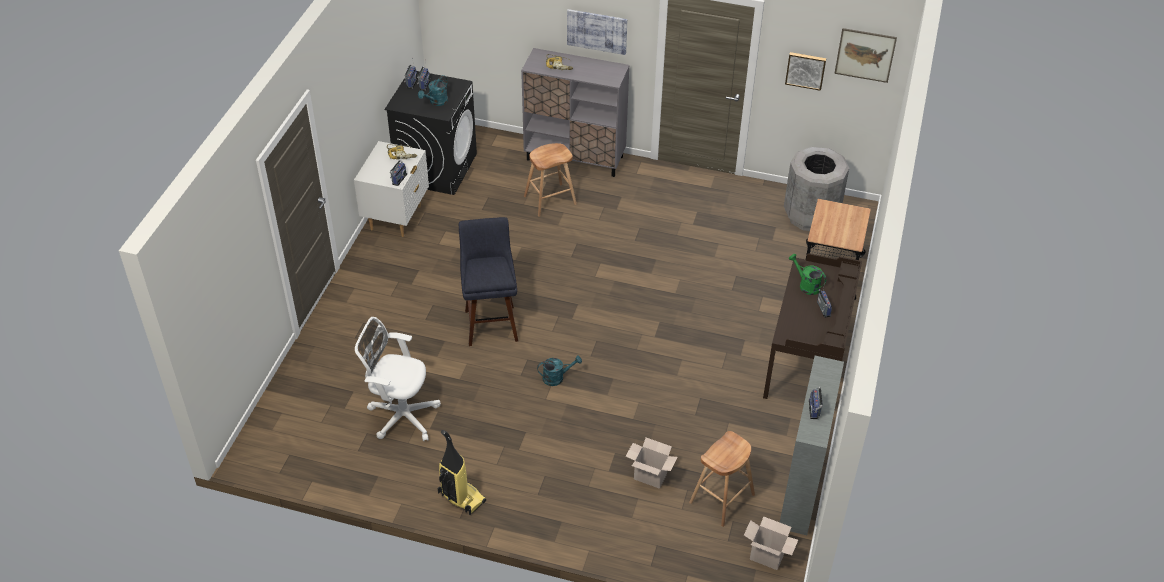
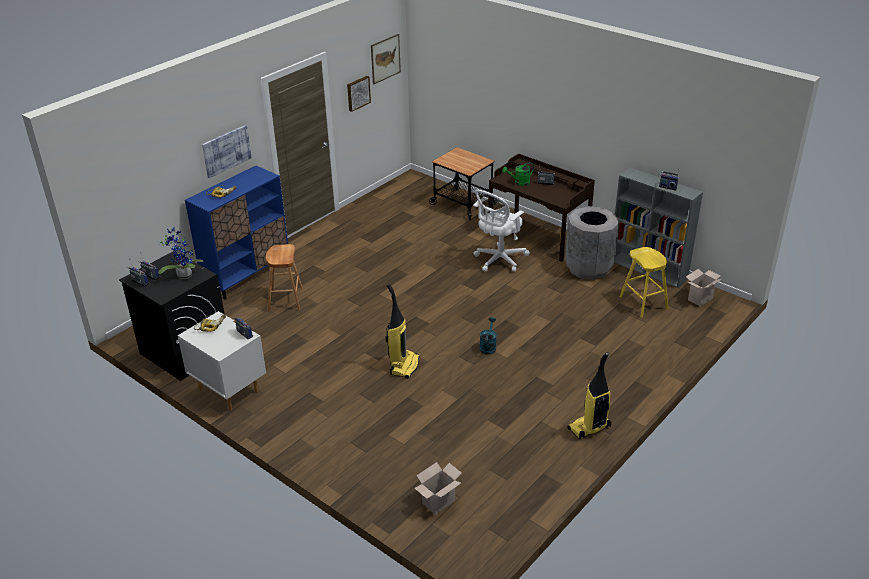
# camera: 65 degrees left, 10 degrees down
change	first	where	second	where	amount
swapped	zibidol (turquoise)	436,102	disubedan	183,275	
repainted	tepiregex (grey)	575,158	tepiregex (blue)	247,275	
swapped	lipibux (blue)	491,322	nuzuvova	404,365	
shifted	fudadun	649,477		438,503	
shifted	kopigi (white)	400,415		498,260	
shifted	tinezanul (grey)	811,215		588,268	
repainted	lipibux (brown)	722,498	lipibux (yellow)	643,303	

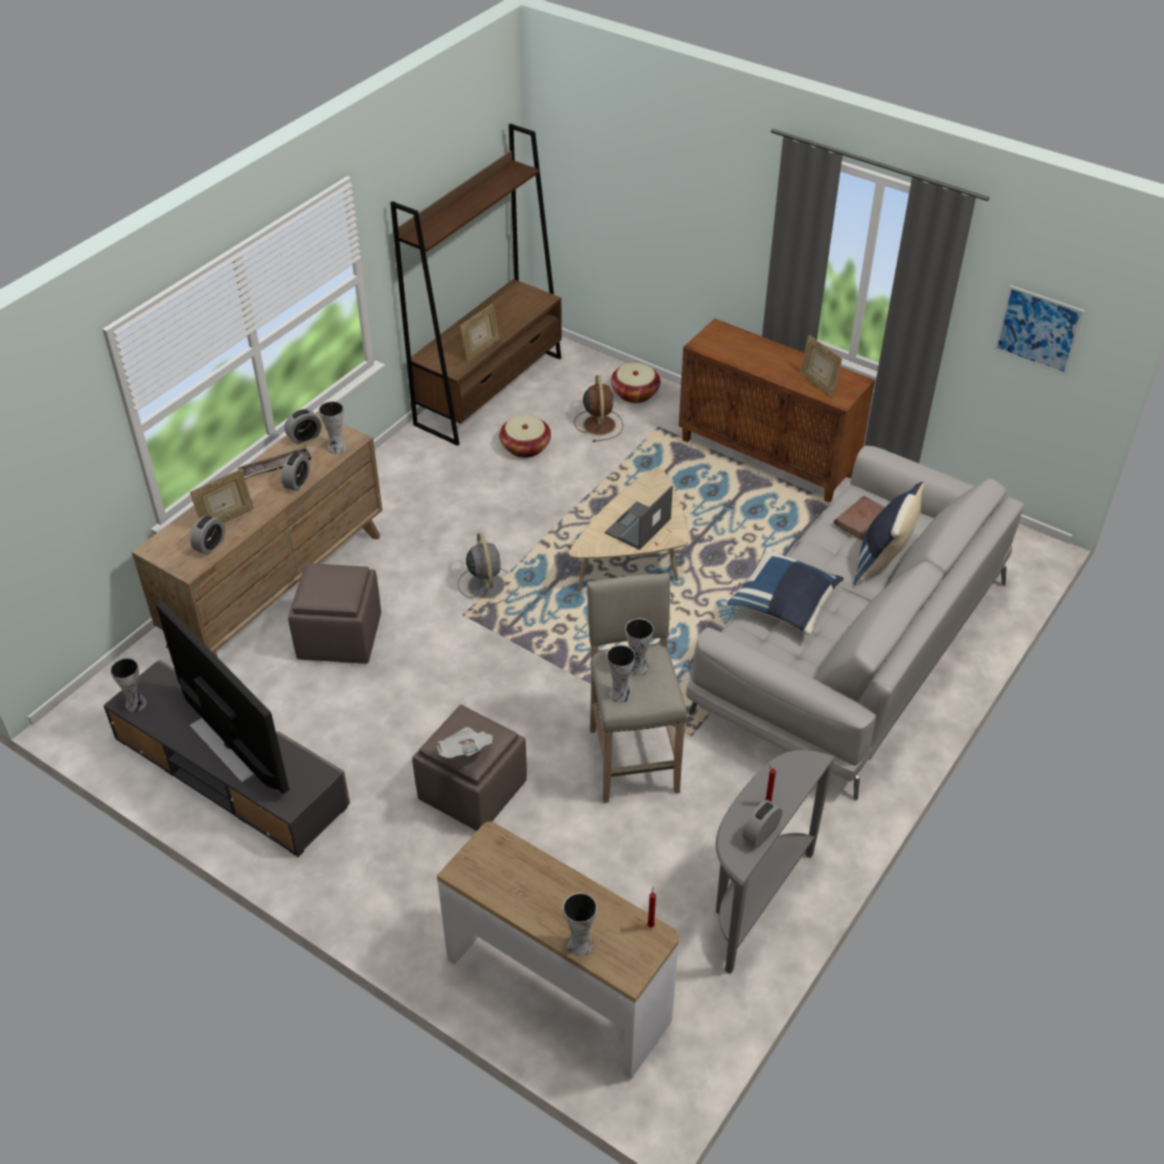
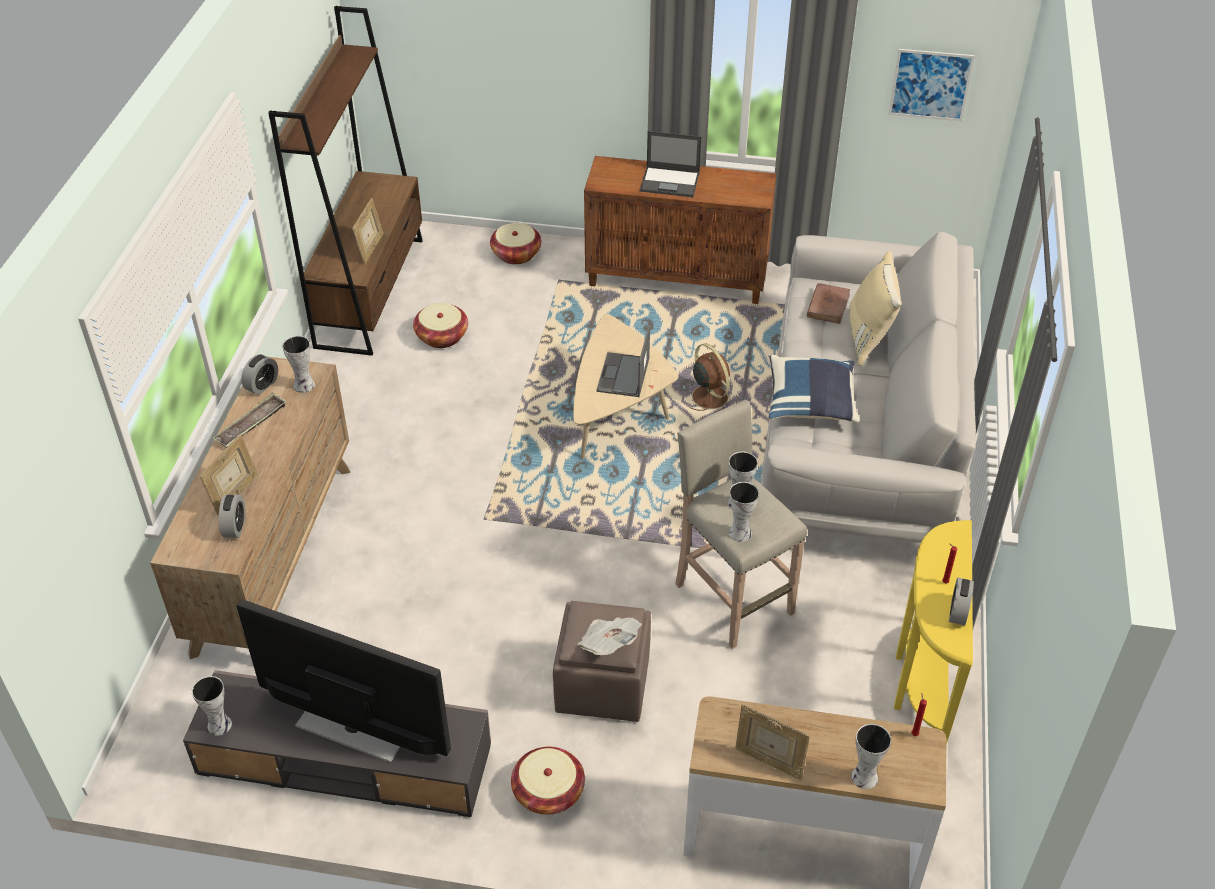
# camera: 25 degrees left, 0 degrees up
change	first	where	second	where	amount
new			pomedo	548,792	
new			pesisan	670,182	
shifted	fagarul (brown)	599,424		708,396	
shifted	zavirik	817,384		769,761	
repainted	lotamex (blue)	883,562	lotamex (beige)	869,338	
repainted	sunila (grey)	753,901	sunila (yellow)	919,686	
gone	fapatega	297,482			
gone	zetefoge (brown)	339,636			
gone	fagarul (grey)	486,585			

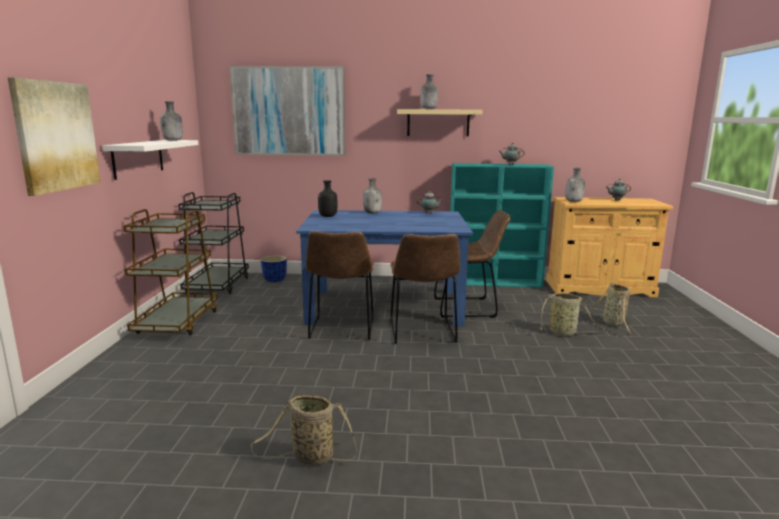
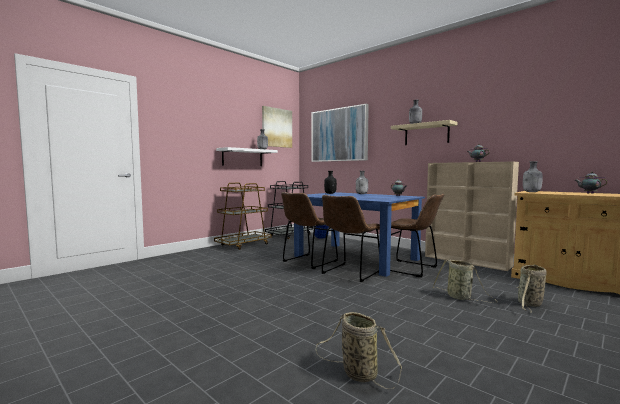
# camera: 40 degrees right, 10 degrees down
change	first	where	second	where	amount
shifted	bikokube	56,136		277,127	
shifted	pomedo	310,458		357,373	
repainted	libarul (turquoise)	495,282	libarul (beige)	467,261	

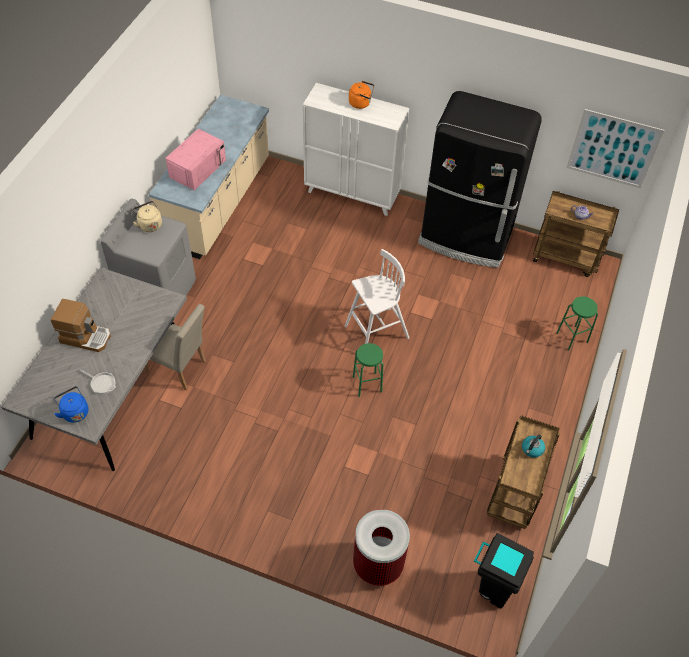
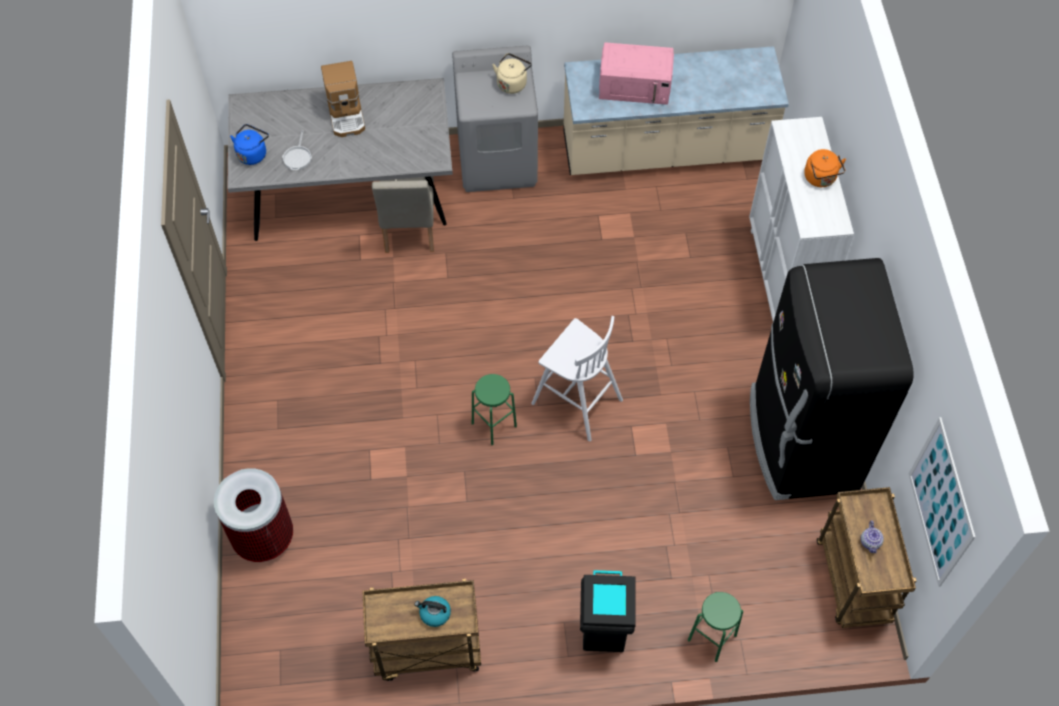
# camera: 65 degrees right, 5 degrees up
change	first	where	second	where	amount
shifted	tinezanul (black)	492,587		603,631	

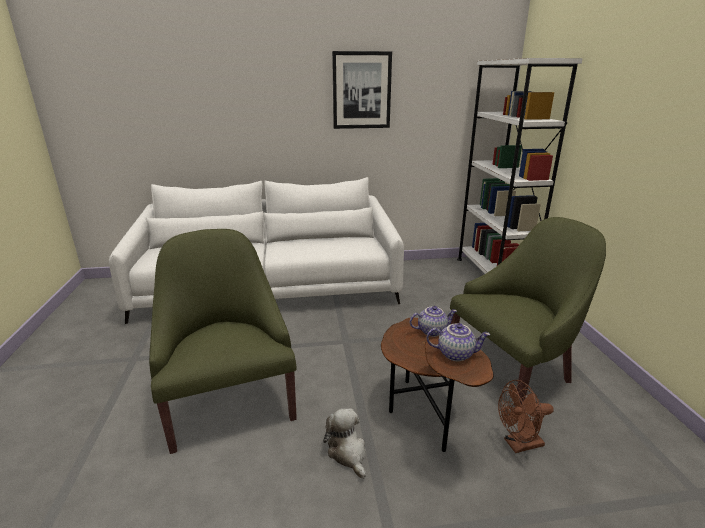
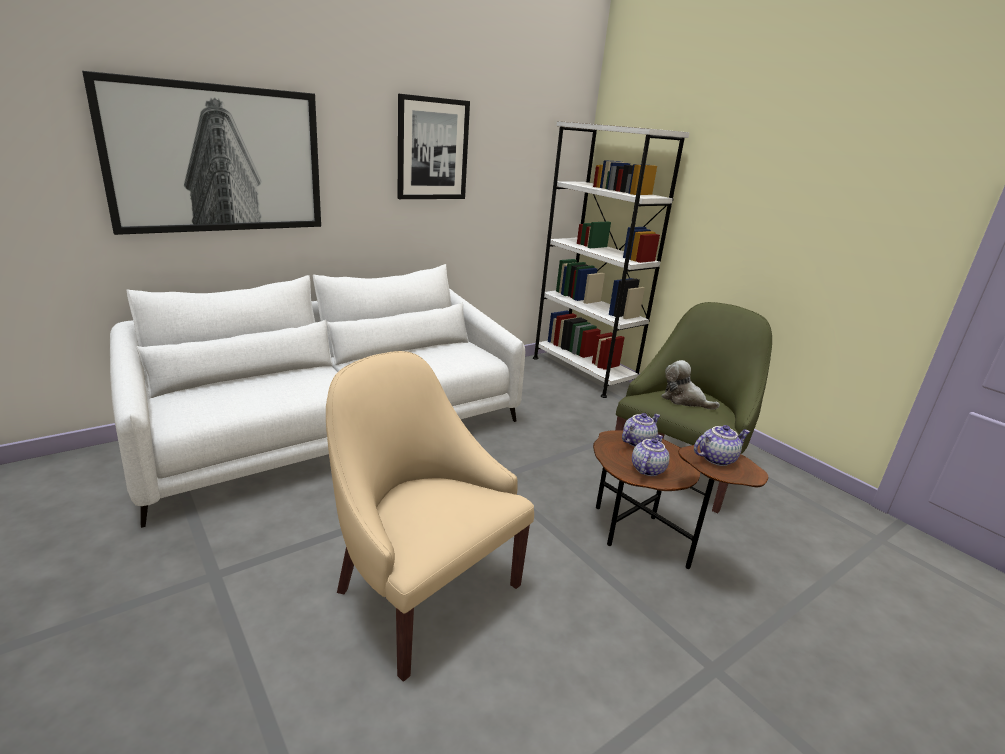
# camera: 30 degrees left, 0 degrees up
change	first	where	second	where	amount
new			bikokube	218,159	
repainted	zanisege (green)	230,402	zanisege (beige)	421,591	
new			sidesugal	647,469	
shifted	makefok	347,452		684,400	
gone	fagarul (brown)	518,444			

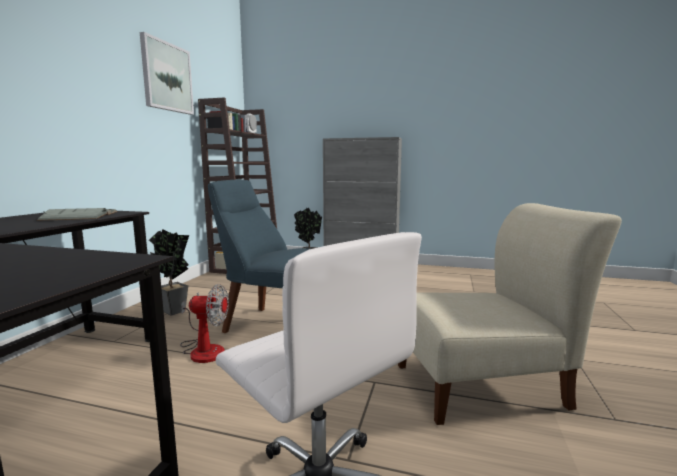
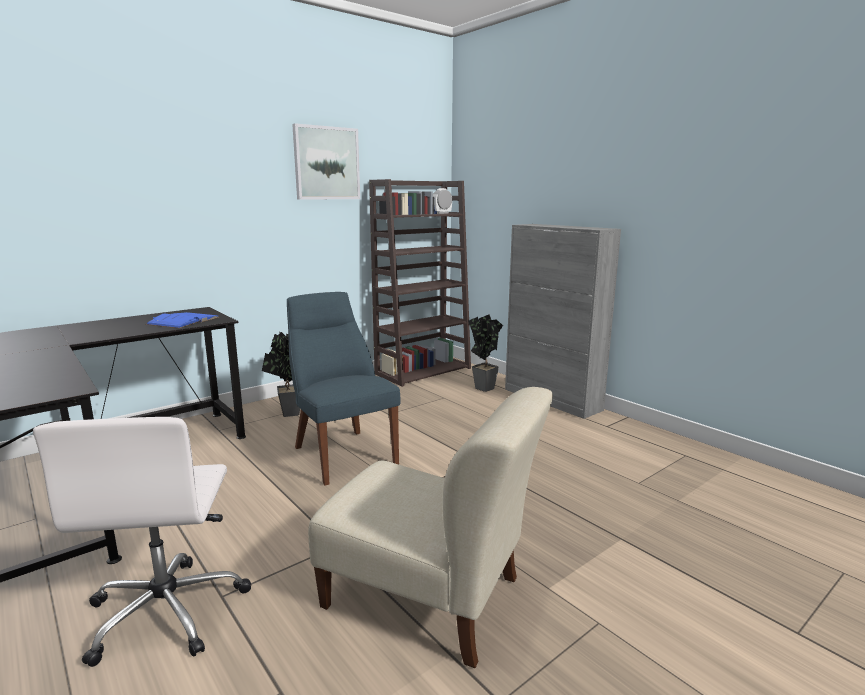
# camera: 35 degrees right, 5 degrees up
change	first	where	second	where	amount
repainted	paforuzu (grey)	80,216	paforuzu (blue)	183,321	
gone	fagarul	204,349			

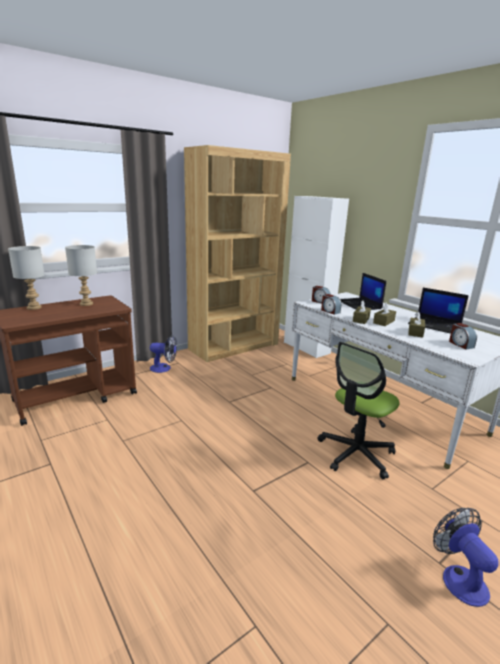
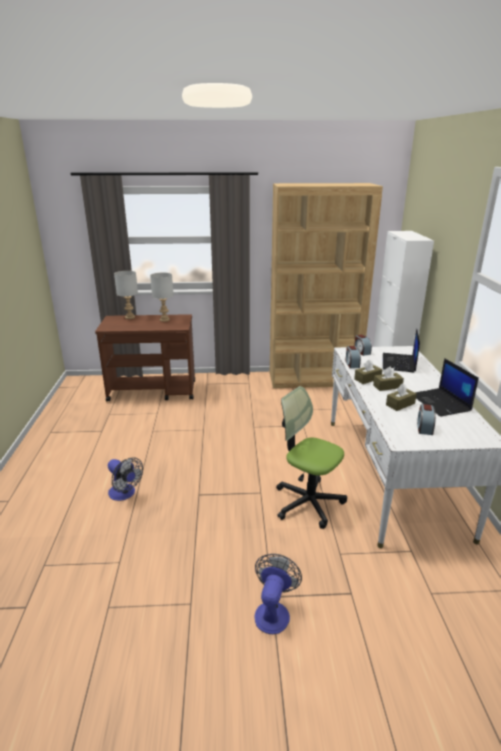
# camera: 35 degrees right, 5 degrees up
change	first	where	second	where	amount
shifted	fagarul	164,368		124,494	
rotated	kopigi	355,454		308,502	45 degrees clockwise

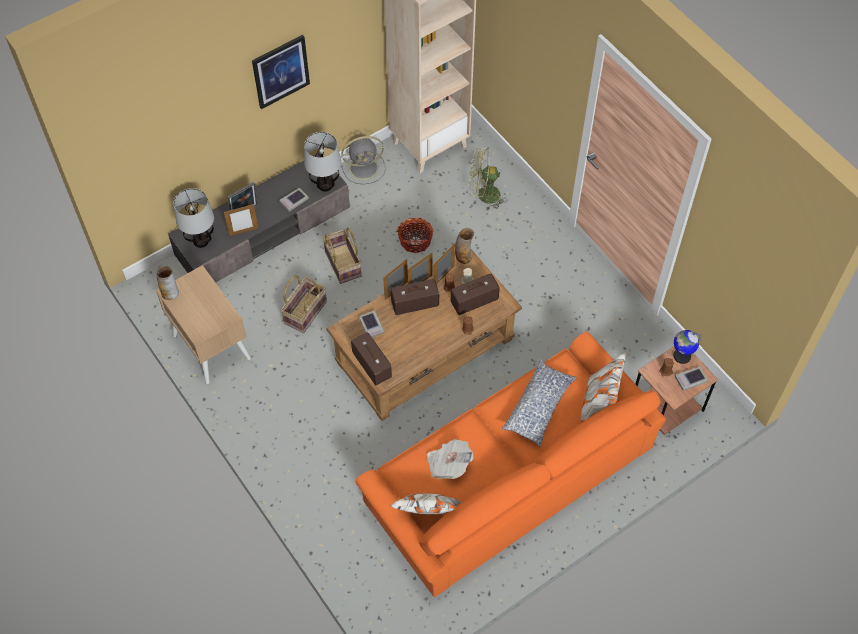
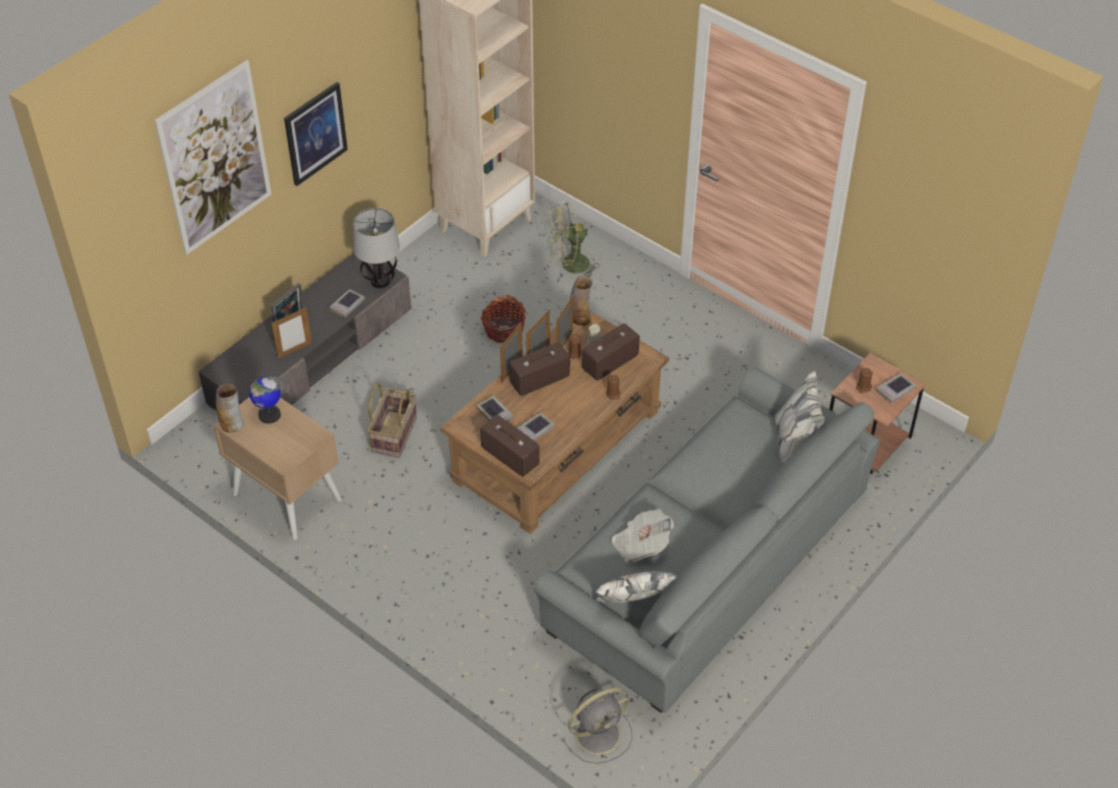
# camera: 15 degrees left, 10 degrees down
change	first	where	second	where	amount
new			bikokube	215,158	
shifted	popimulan	681,356		269,415	
new			paforuzu	535,430	
repainted	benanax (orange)	508,477	benanax (grey)	706,562	
shifted	fagarul (grey)	365,168		599,733	
gone	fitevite	201,240			
gone	pomedo	342,264			
gone	lotamex	539,407			

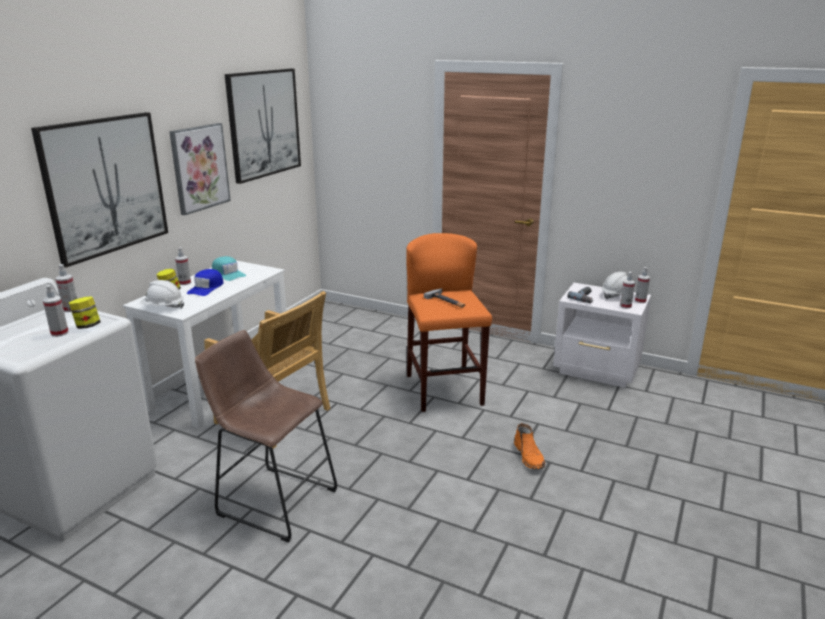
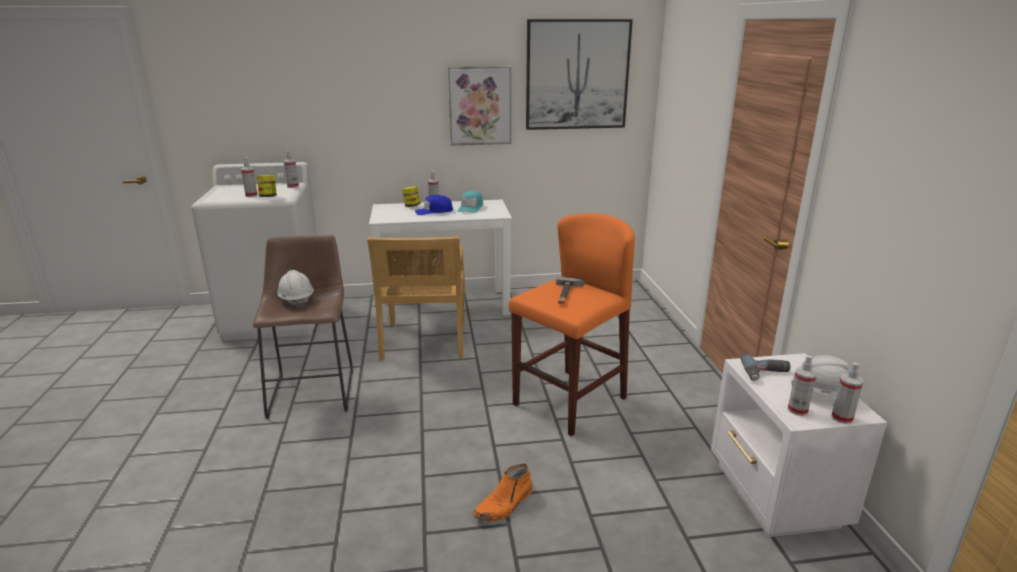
# camera: 55 degrees right, 0 degrees up
change	first	where	second	where	amount
shifted	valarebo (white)	163,307		296,300	
gone	bikokube	105,186			

